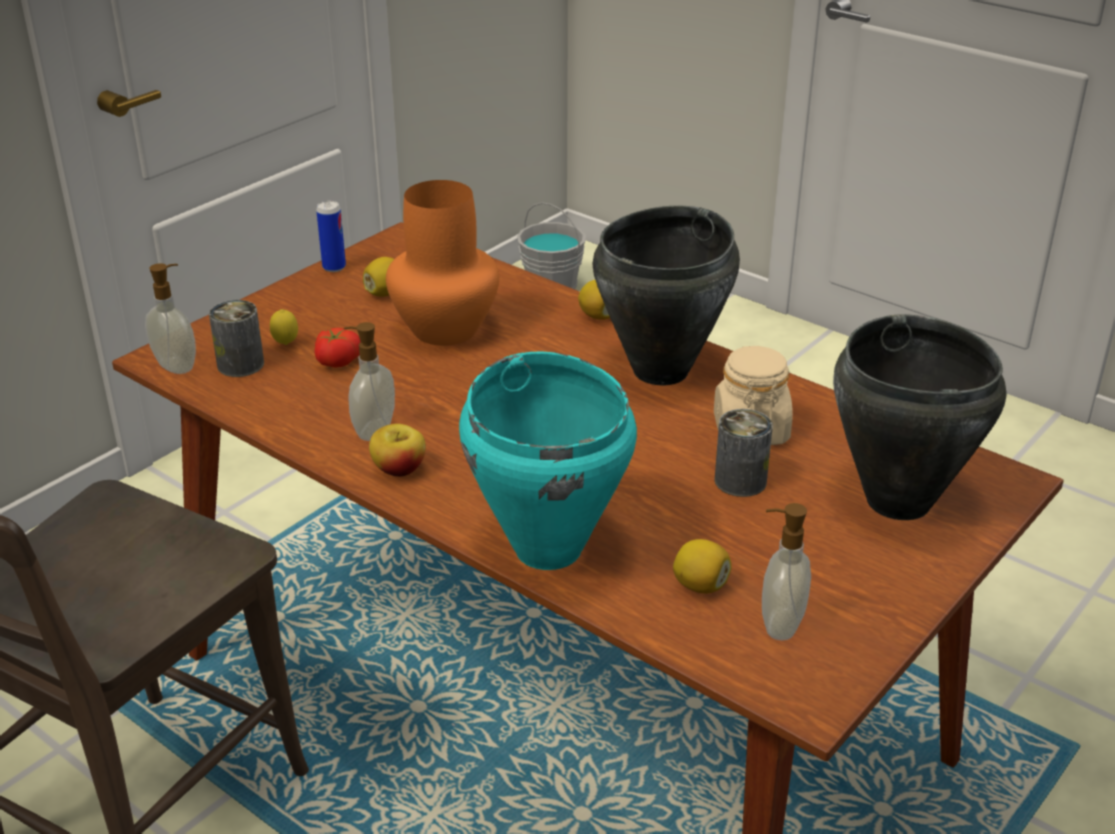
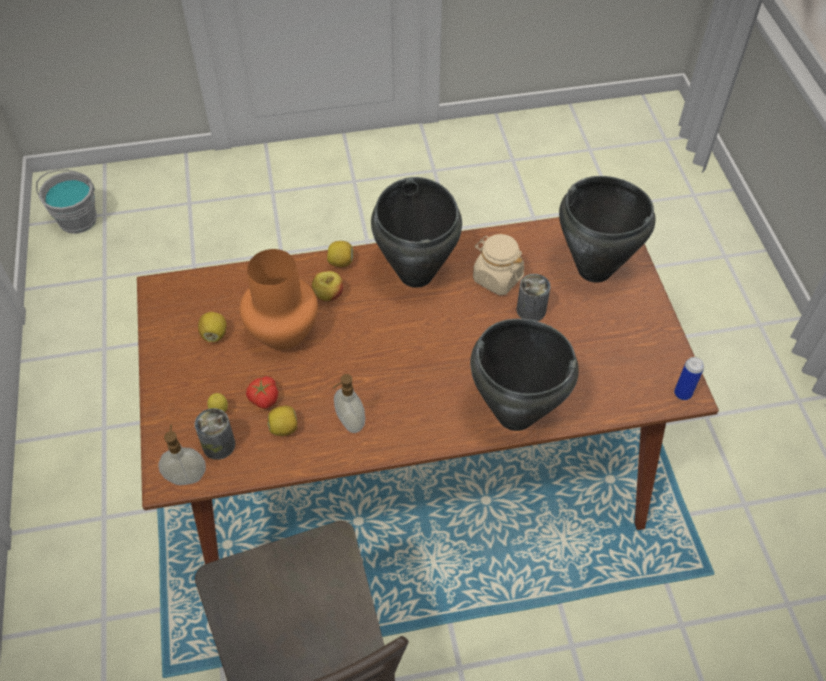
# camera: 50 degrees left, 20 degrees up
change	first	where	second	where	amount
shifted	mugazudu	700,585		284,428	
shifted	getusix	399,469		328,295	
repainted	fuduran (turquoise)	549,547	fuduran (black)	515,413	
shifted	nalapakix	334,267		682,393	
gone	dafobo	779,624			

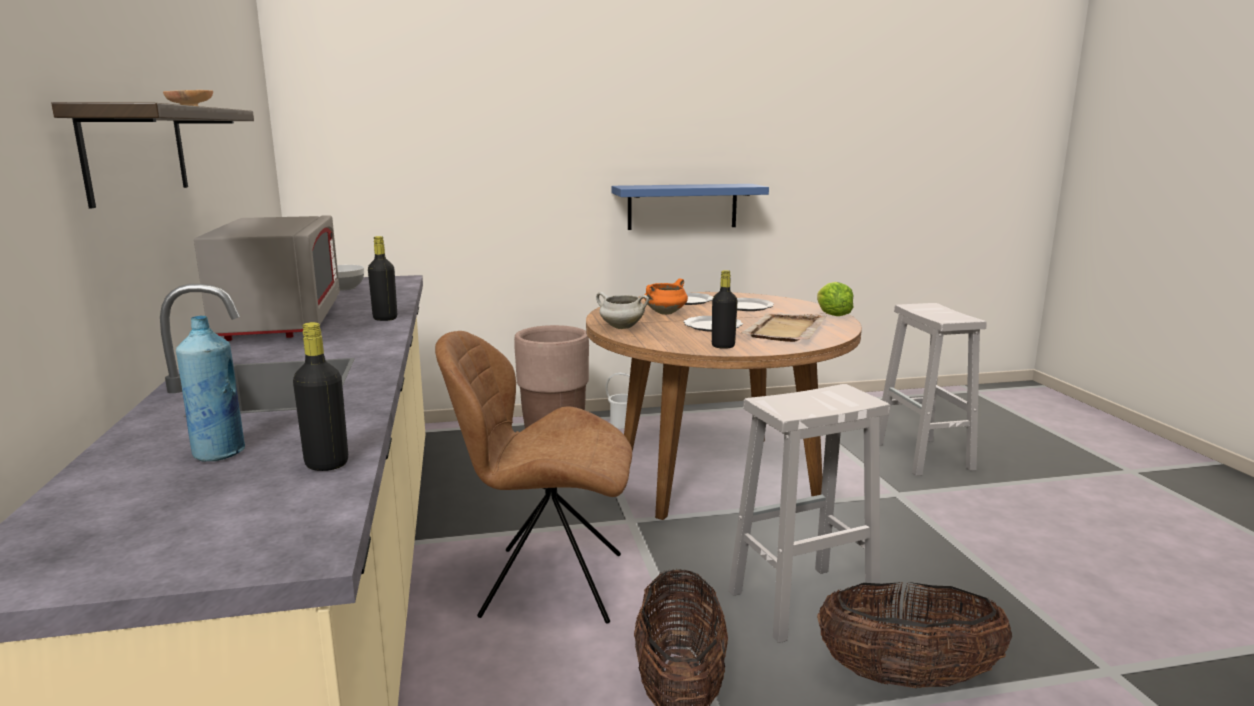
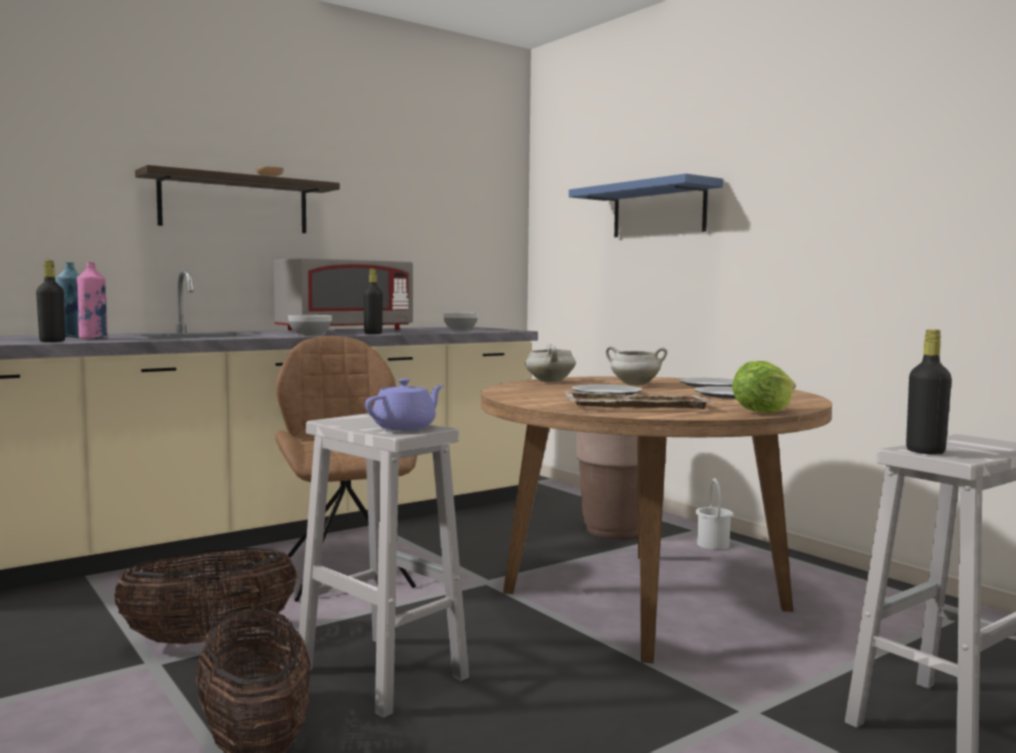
# camera: 65 degrees right, 10 degrees down
change	first	where	second	where	amount
new			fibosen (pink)	93,339	
new			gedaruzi	309,334	
new			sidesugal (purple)	405,427	
shifted	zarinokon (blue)	682,206		658,210	
repainted	fuduran (orange)	665,313	fuduran (white)	634,385	
shifted	fibosen (black)	723,346		925,451	

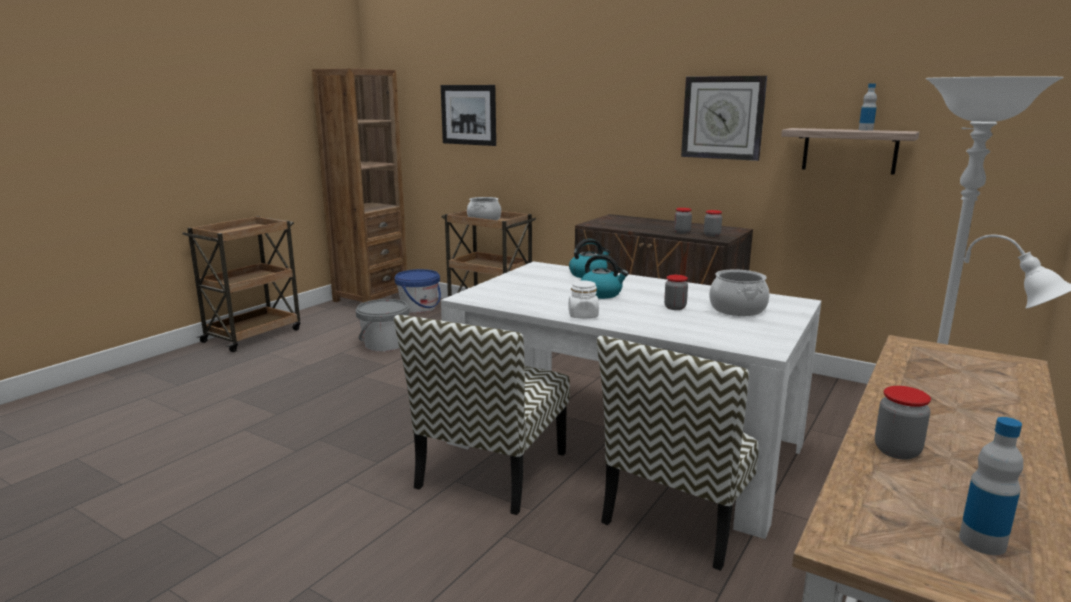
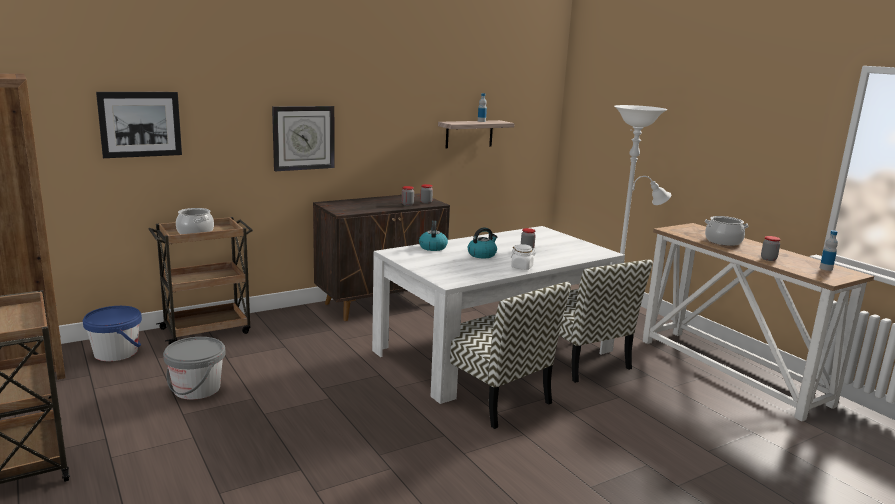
# camera: 65 degrees left, 0 degrees up
change	first	where	second	where	amount
shifted	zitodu	723,117		303,138	
shifted	fuduran	737,309		723,241	

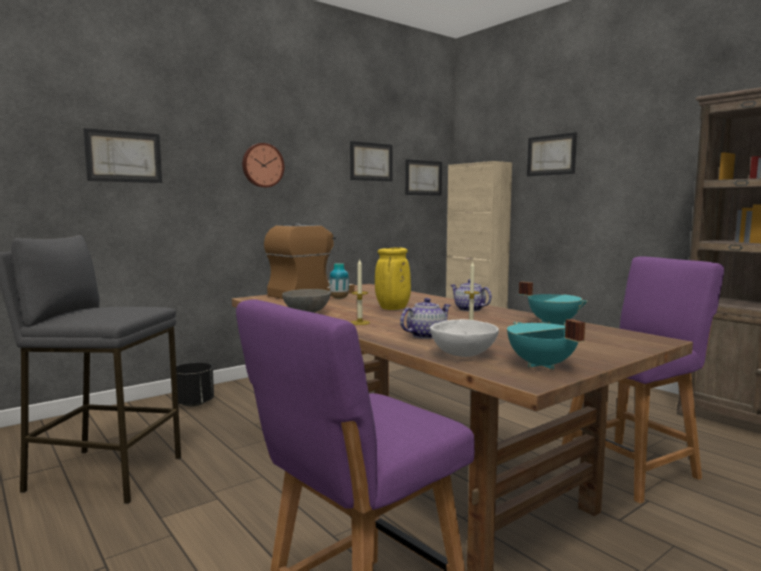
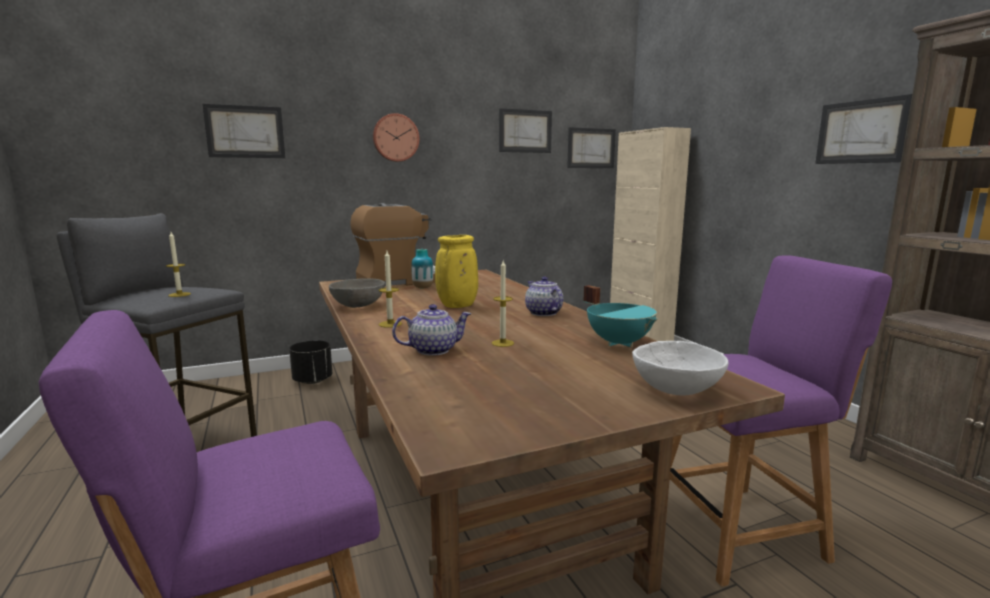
# camera: 15 degrees right, 5 degrees up
change	first	where	second	where	amount
new			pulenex	179,294	
shifted	gedaruzi (white)	463,355		676,390	
shifted	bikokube	551,155		861,132	
gone	fuduran (turquoise)	541,365			

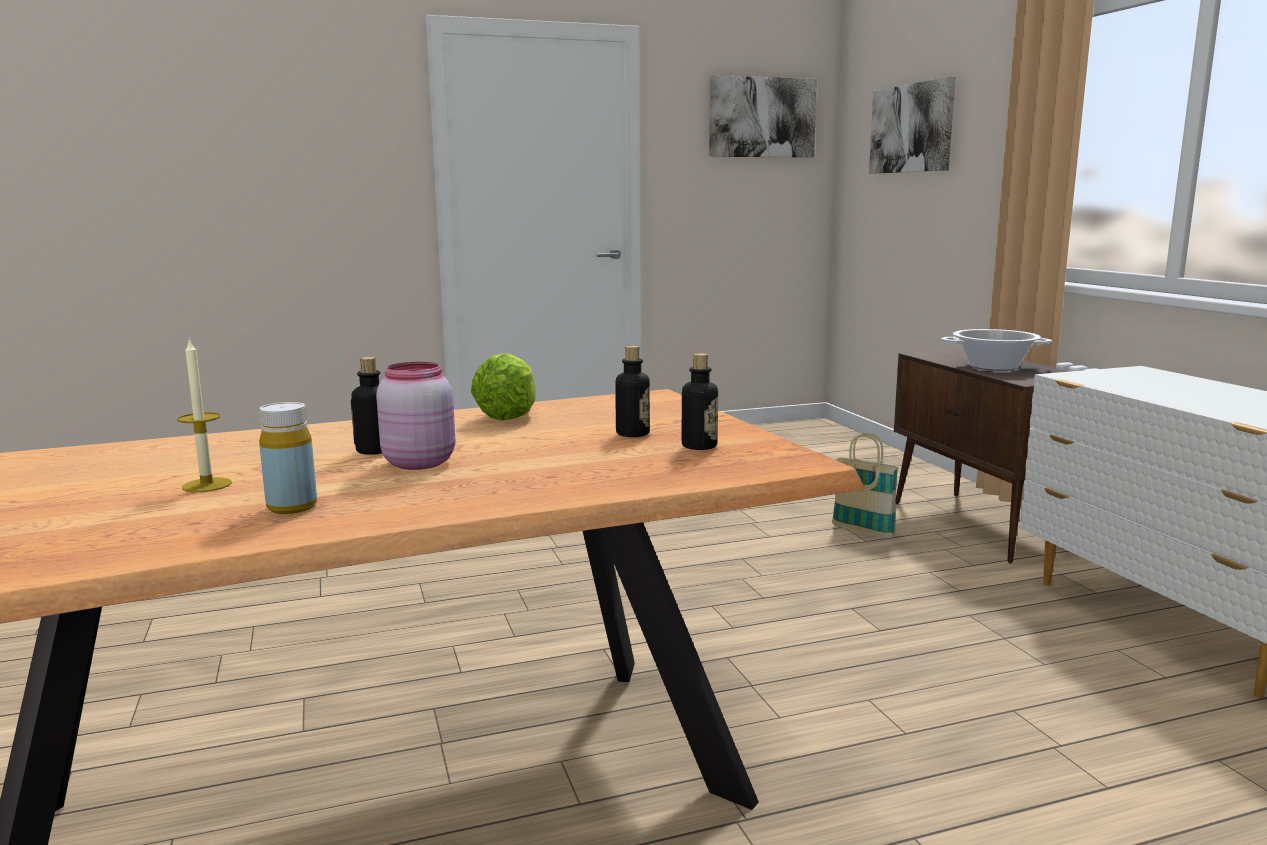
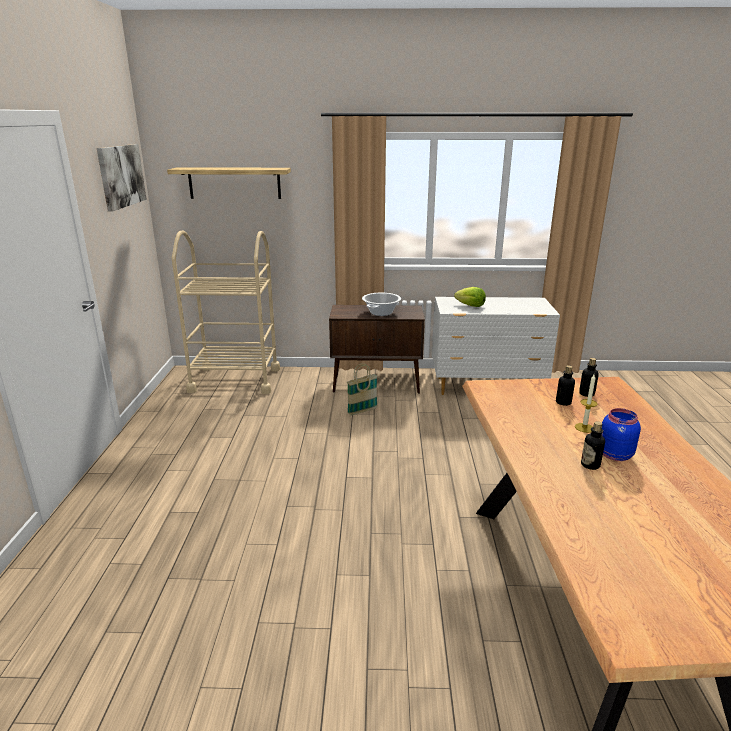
# camera: 70 degrees left, 10 degrees up
change	first	where	second	where	amount
swapped	bikokube	912,128	zarinokon	234,183	
new			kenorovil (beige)	235,380	
shifted	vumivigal	508,415		470,306	
shifted	pulenex	207,485		584,428	
repainted	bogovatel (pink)	418,462	bogovatel (blue)	613,455	
gone	fibosen (yellow)	292,507			

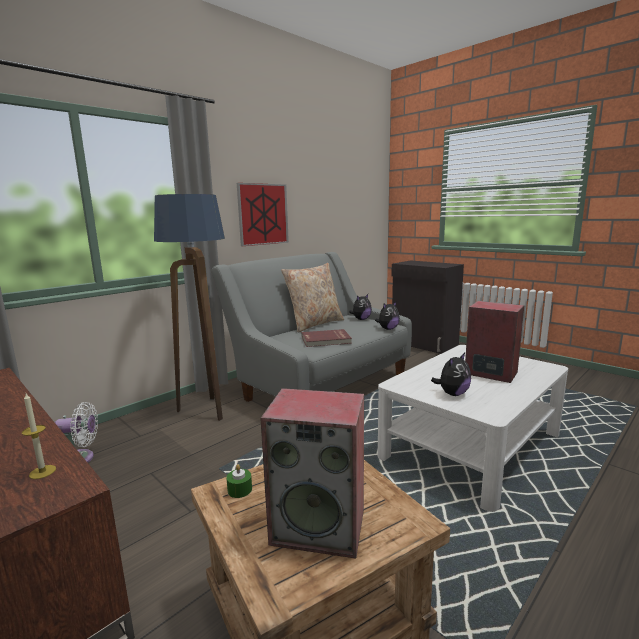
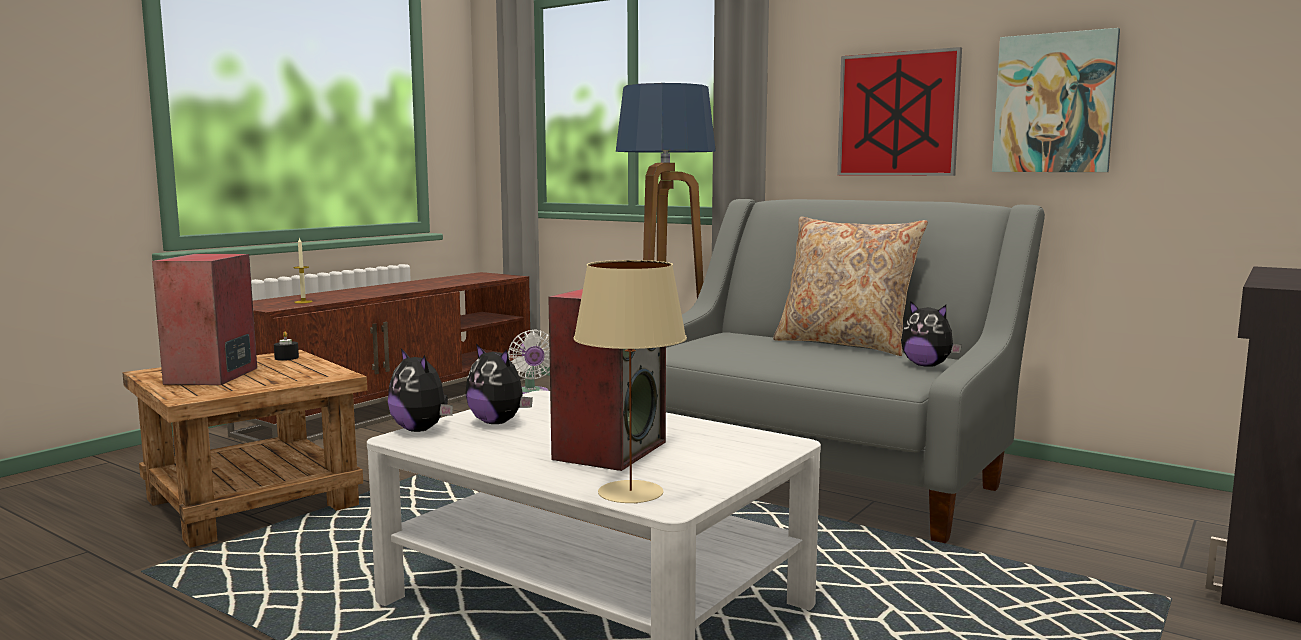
# camera: 80 degrees right, 5 degrees down
change	first	where	second	where	amount
repainted	pulenex (green)	240,490	pulenex (black)	286,358	
shifted	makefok	388,329		421,430	
new			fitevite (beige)	629,492	
new			bikokube	1054,103	
gone	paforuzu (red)	326,340			

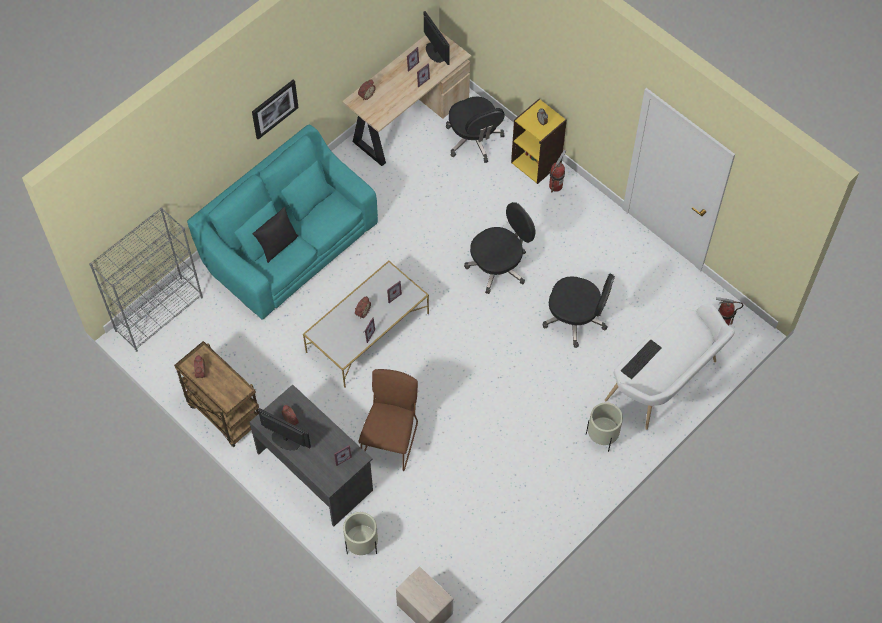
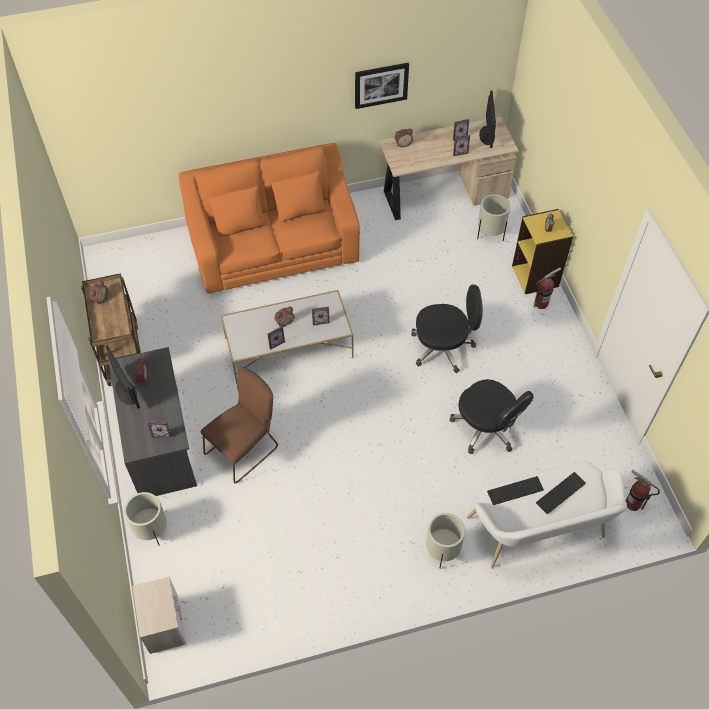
# camera: 30 degrees right, 5 degrees down
change	first	where	second	where	amount
repainted	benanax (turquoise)	289,245	benanax (orange)	274,247	
shifted	bikokube	274,108		381,85	
swapped	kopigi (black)	474,140	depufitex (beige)	490,234	
new			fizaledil	561,494	
gone	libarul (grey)	159,313			
gone	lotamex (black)	277,245			

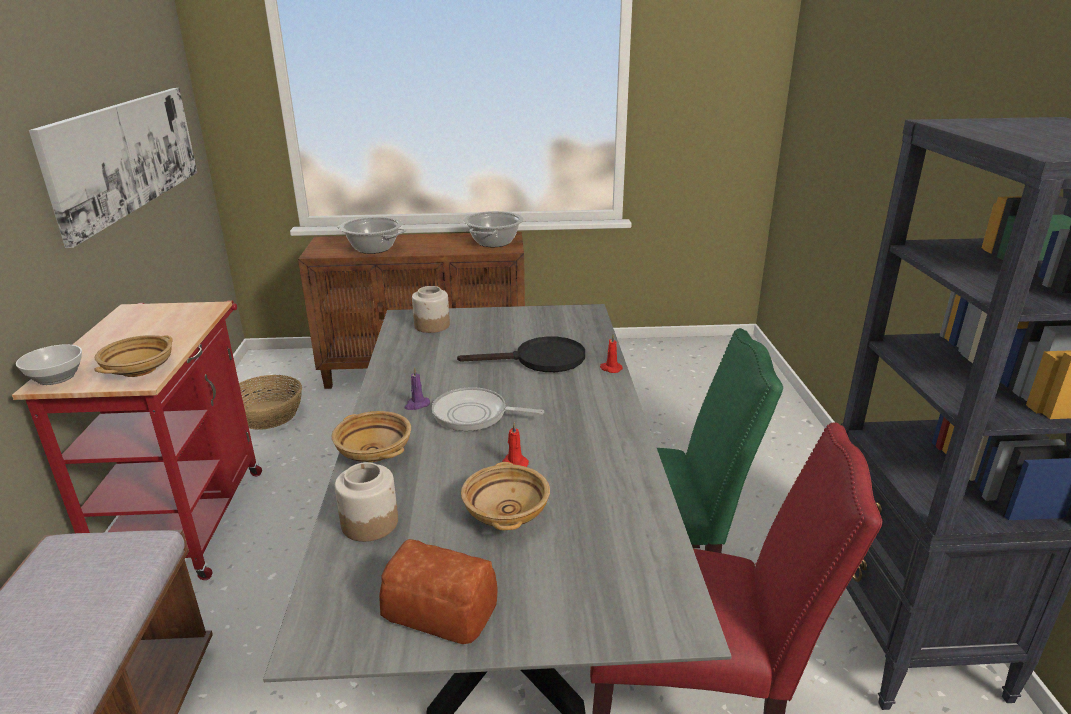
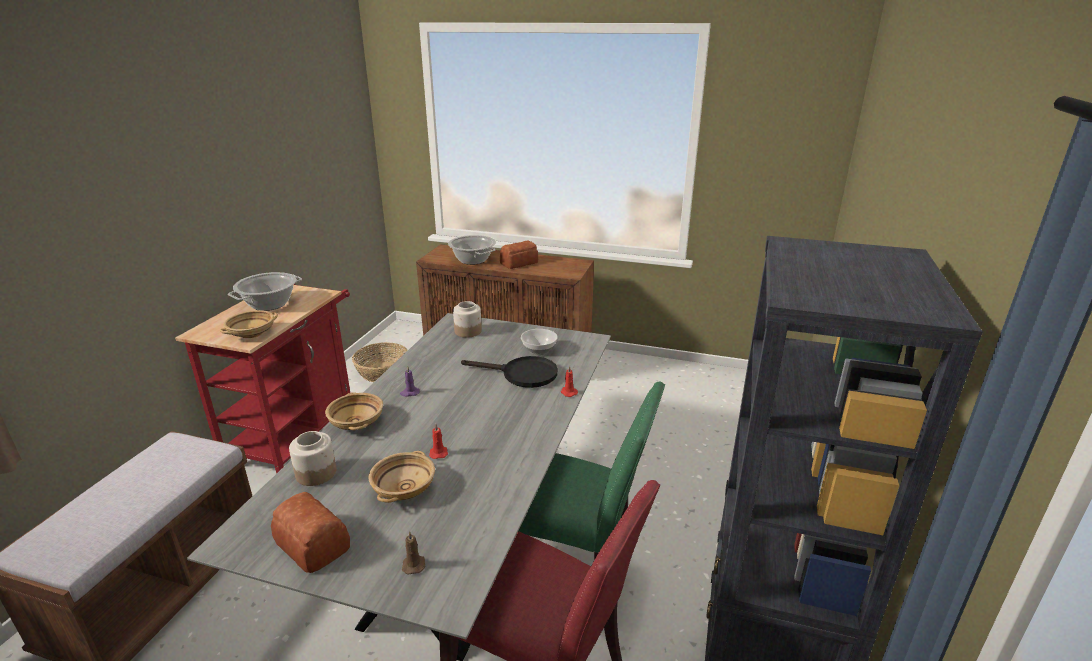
# camera: 20 degrees right, 0 degrees up
change	first	where	second	where	amount
shifted	fuduran	494,242		269,304	
new			pulenex (brown)	414,564	
new			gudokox	520,263	
shifted	gedaruzi	57,378		539,350	
gone	bikokube	126,156			
gone	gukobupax	474,415			

